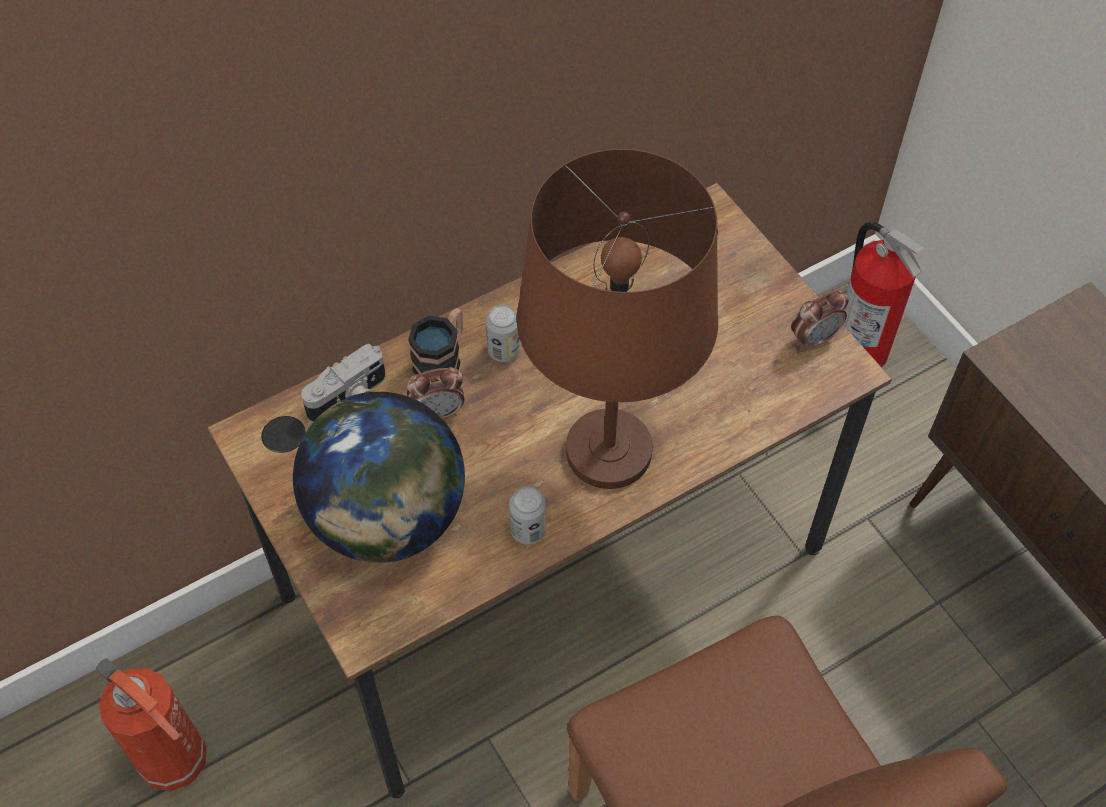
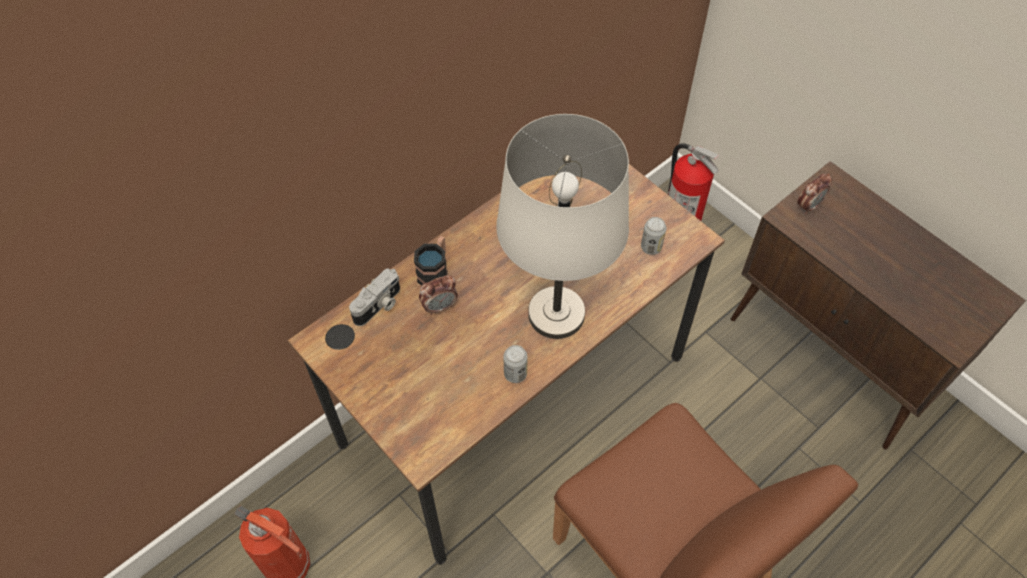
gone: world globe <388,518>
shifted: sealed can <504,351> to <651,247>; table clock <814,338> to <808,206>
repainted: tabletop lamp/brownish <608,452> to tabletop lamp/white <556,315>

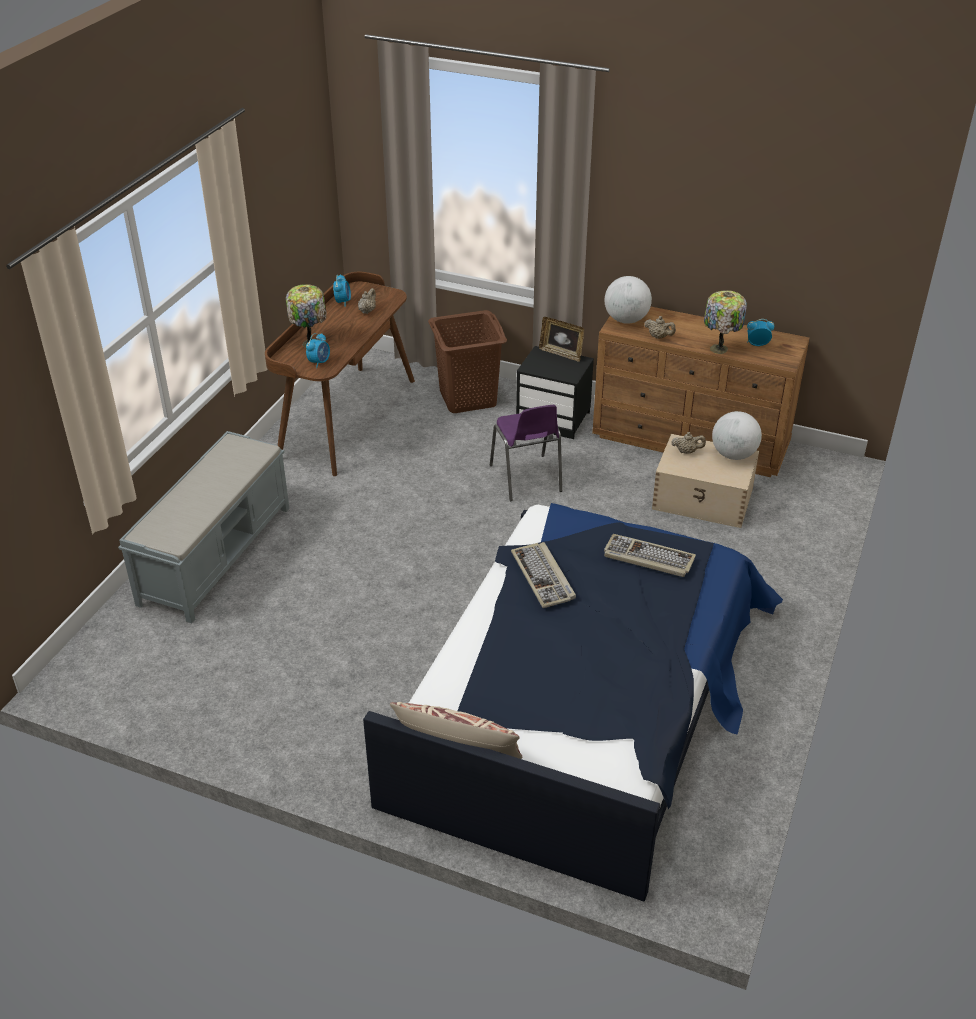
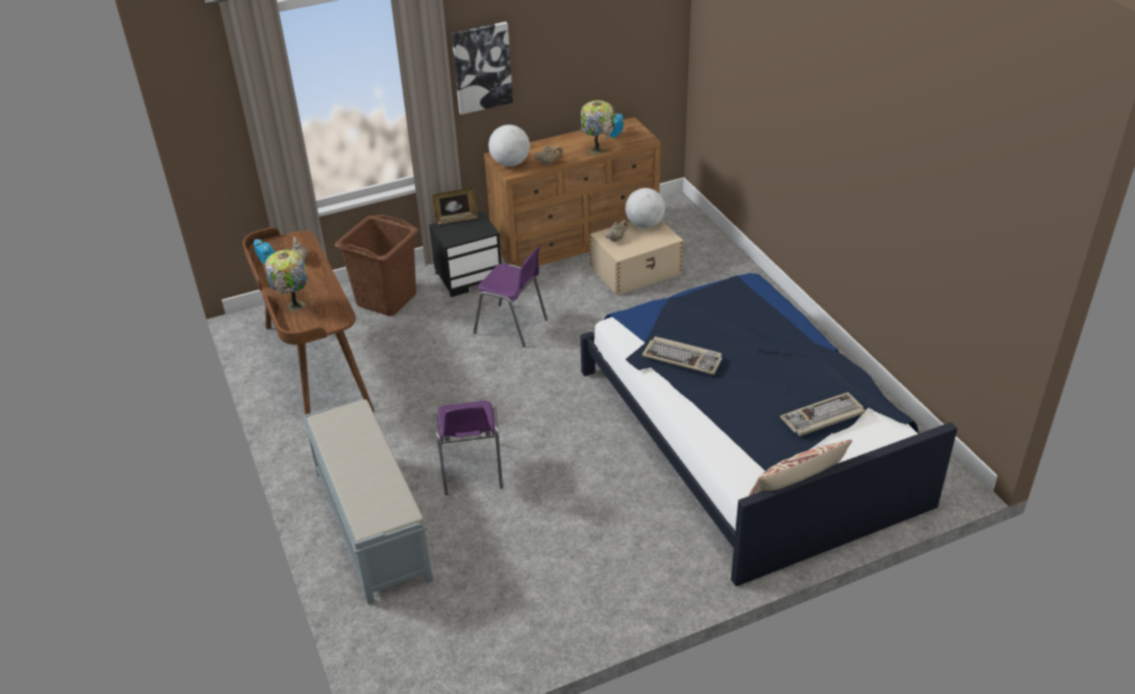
gone: table clock <319,362>
new: plain chair/purplish <471,470>; wall art <482,67>
shifted: keyboard <647,558> to <822,417>

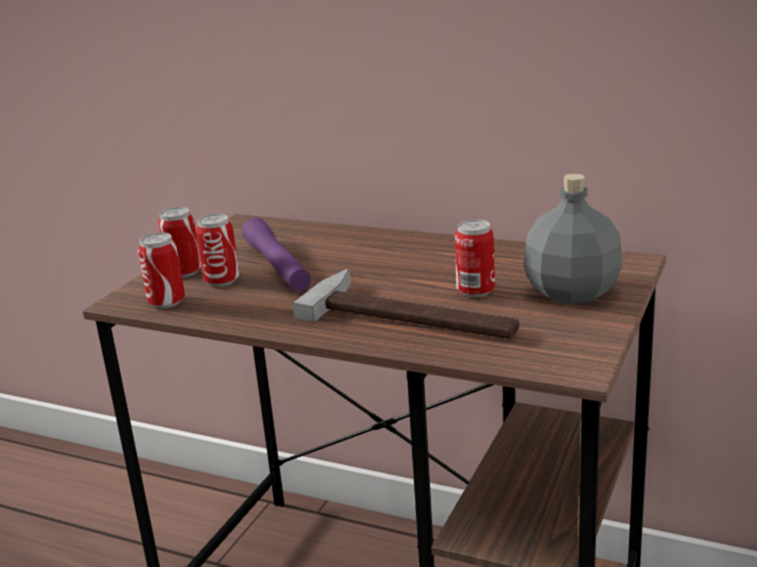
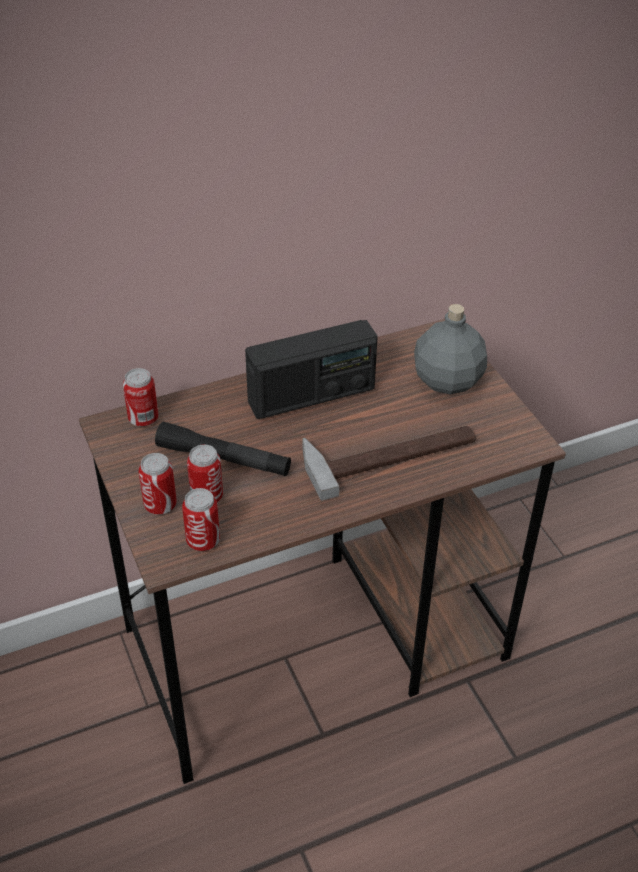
new: radio <311,396>
shifted: sealed can <475,291> to <143,419>
repainted: flashlight/purplish <277,266> to flashlight/blackish <223,459>

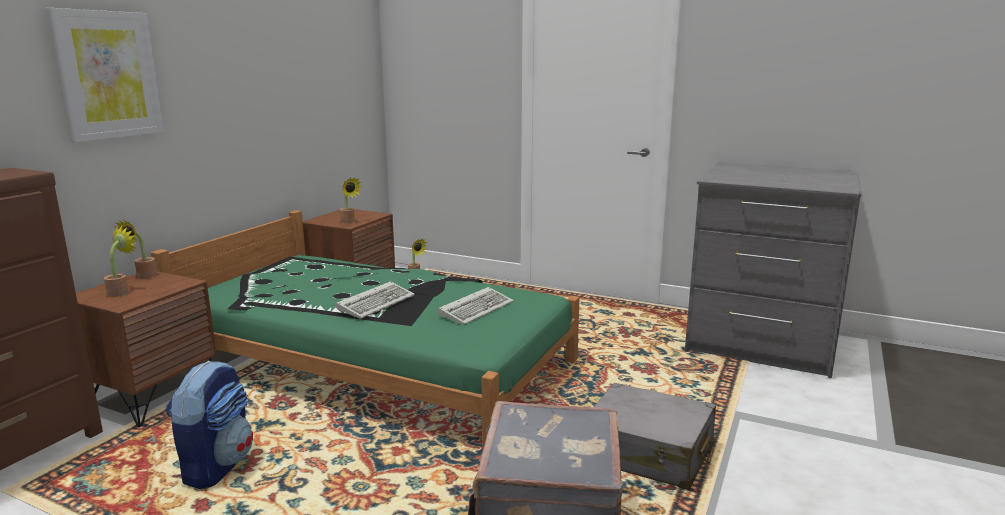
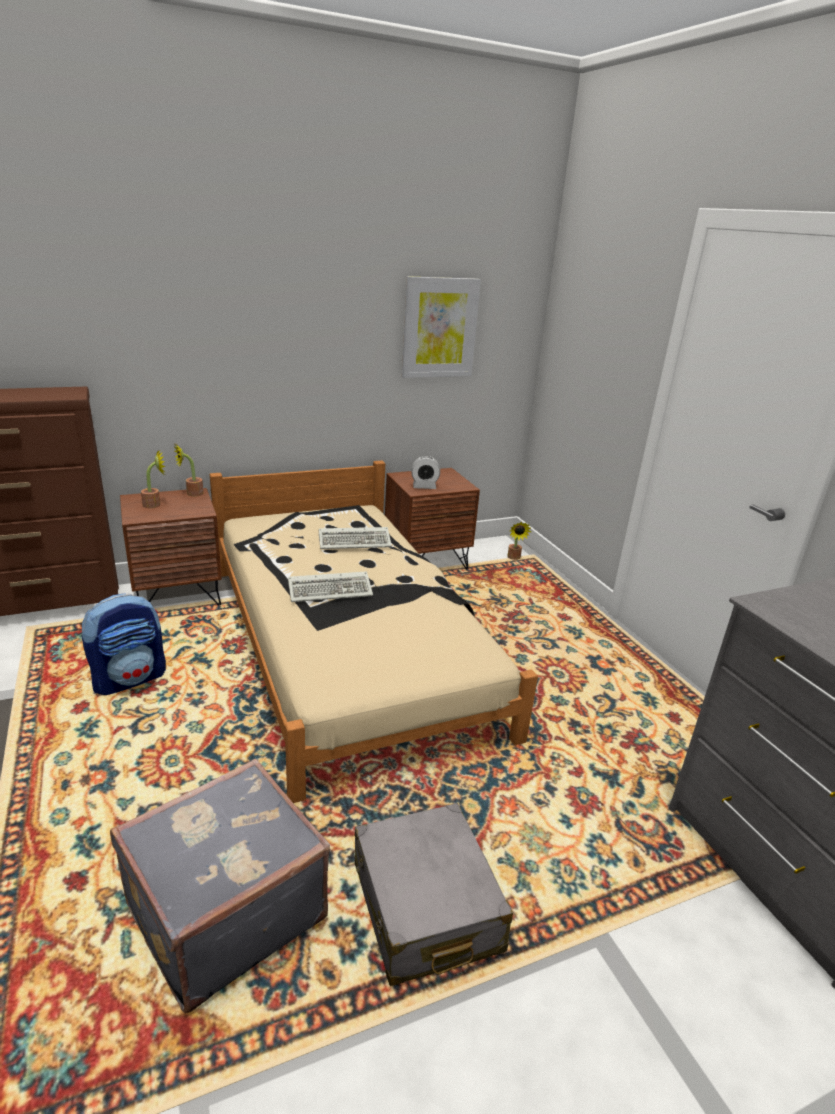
shifted: wall art <107,75> to <439,328>; keyboard <477,309> to <356,541>
swapped: potted plant <349,221> to table clock <424,487>
repainted: bed/greenish <376,364> to bed/beige <346,644>

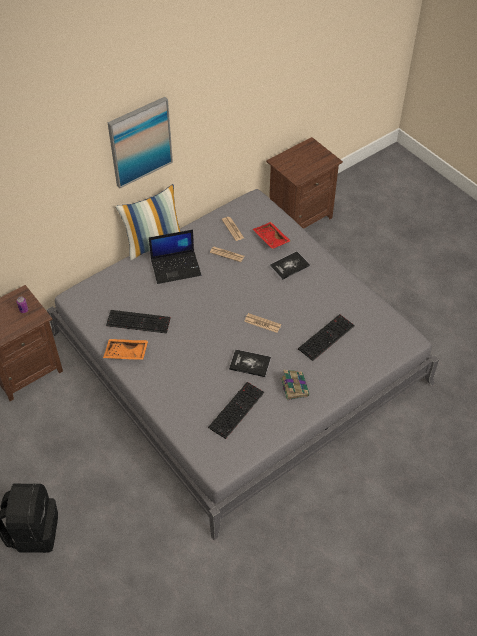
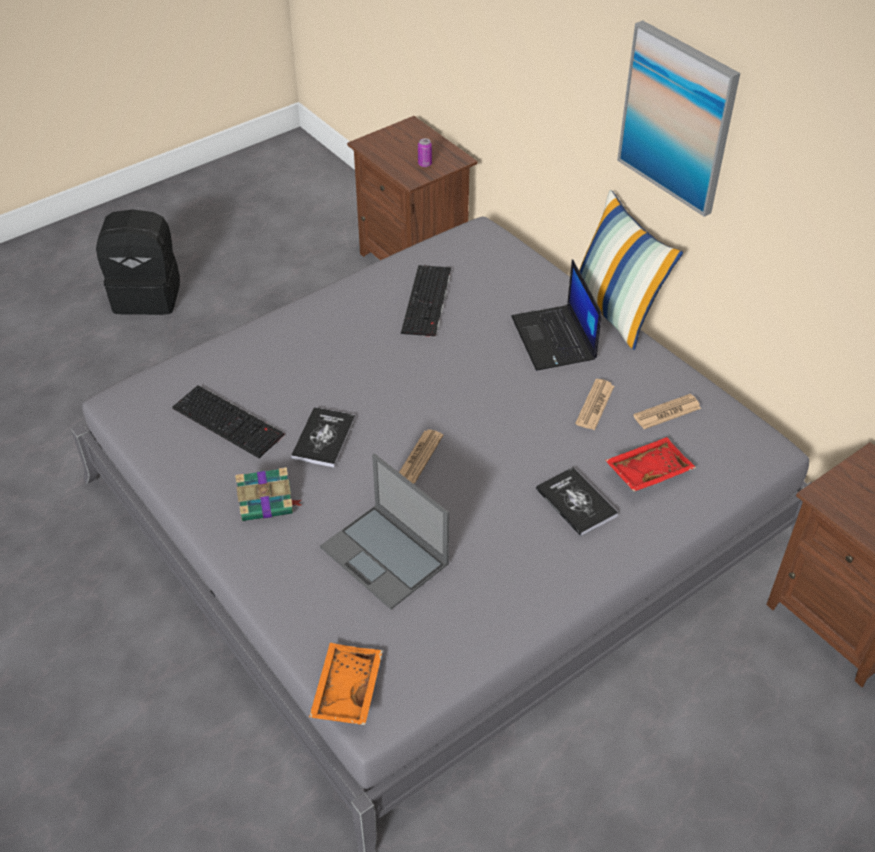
shifted: serving tray/orange-coloured <126,353> to <345,690>
swapped: keyboard <326,336> to notebook computer <385,556>

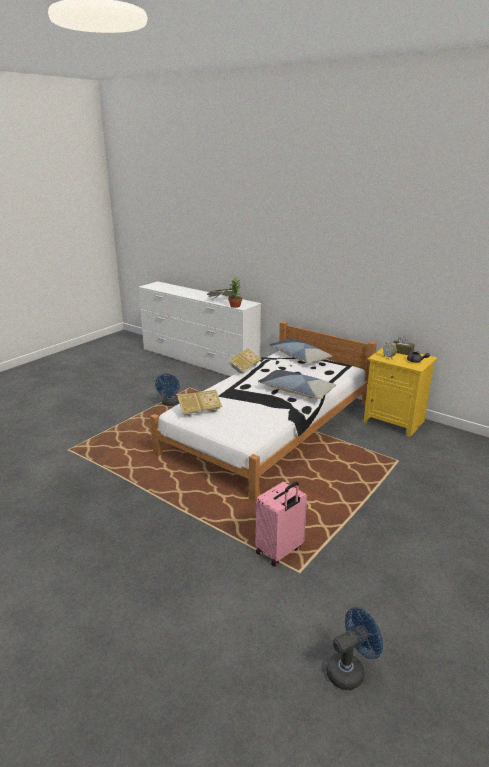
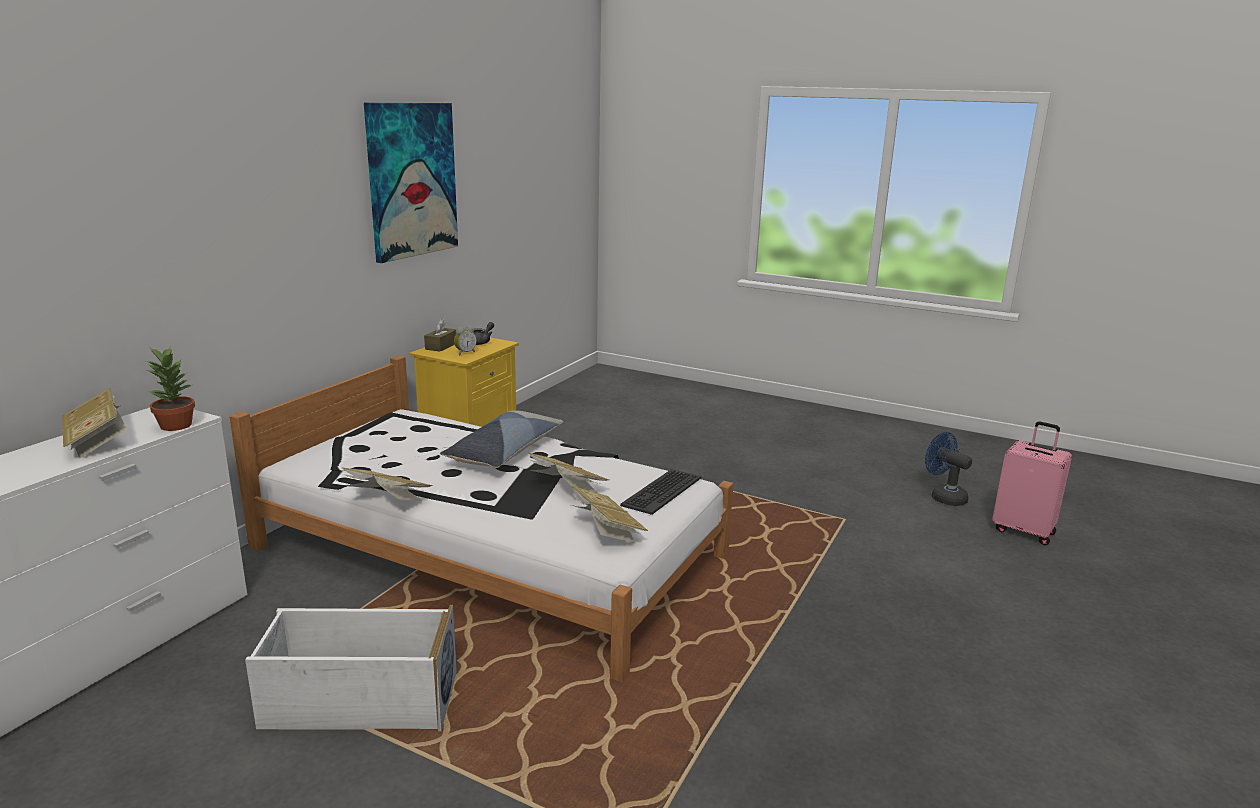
gone: pillow <299,357>
new: wall art <412,180>; bound book <566,488>; keyboard <661,492>
shifted: travel case/pinkish <280,551> to <1024,531>
swapped: electric fan/blue <170,404> to storage box/white <359,701>

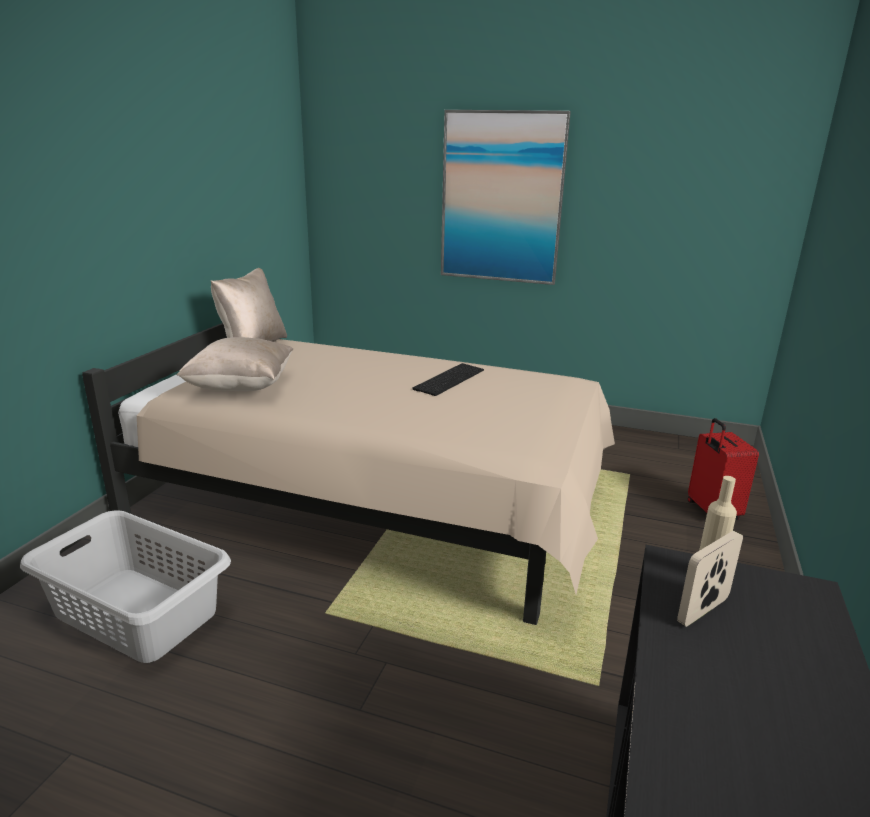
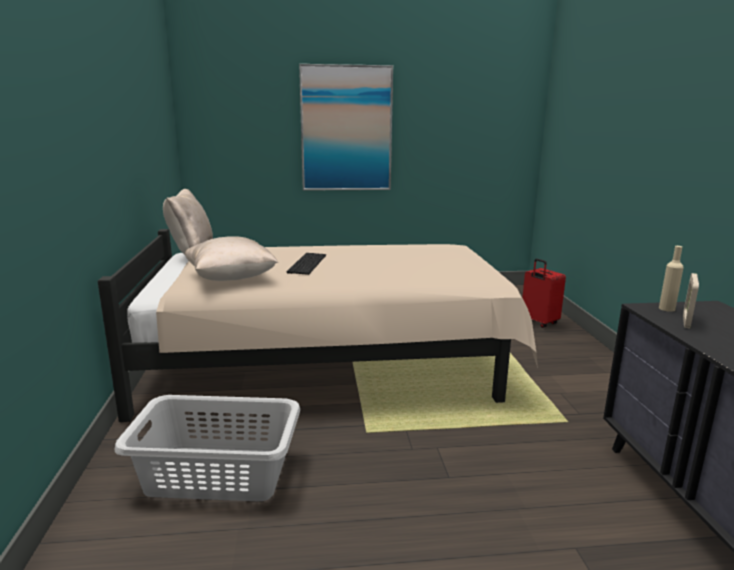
shifted: keyboard <448,379> to <306,263>

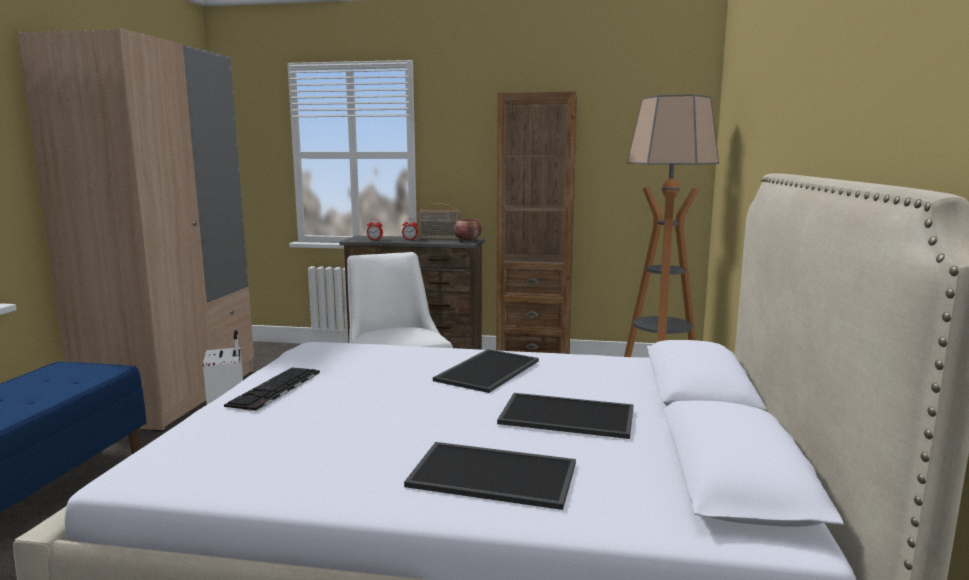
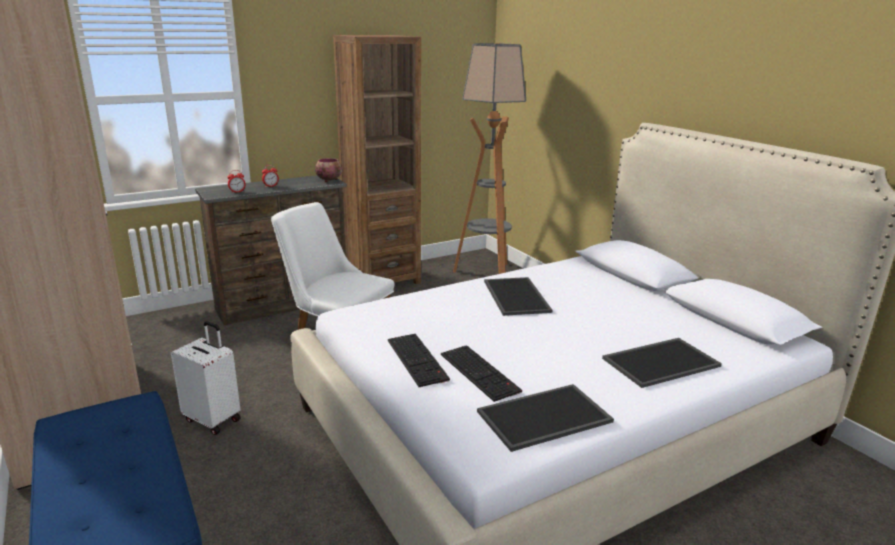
gone: radio <439,238>
new: keyboard <481,373>
shifted: serving tray <565,416> to <544,418>

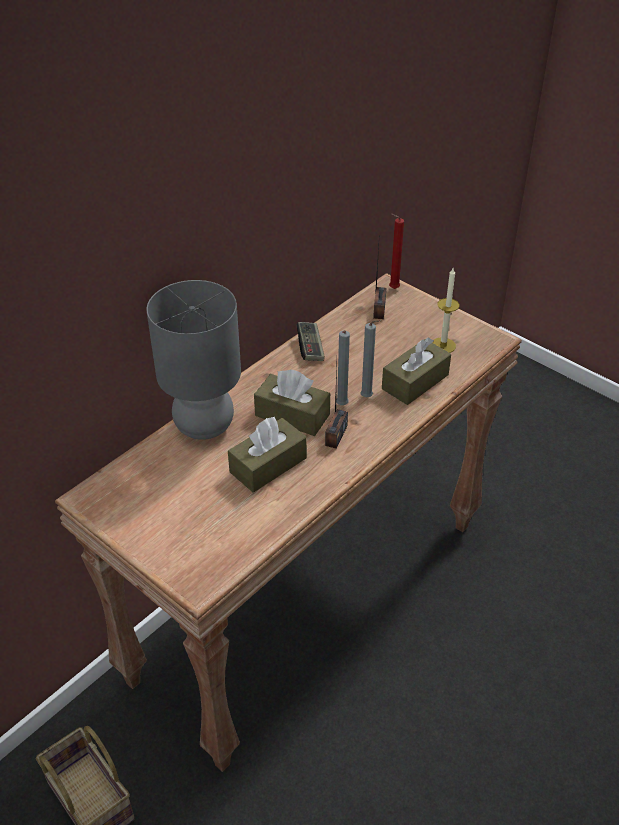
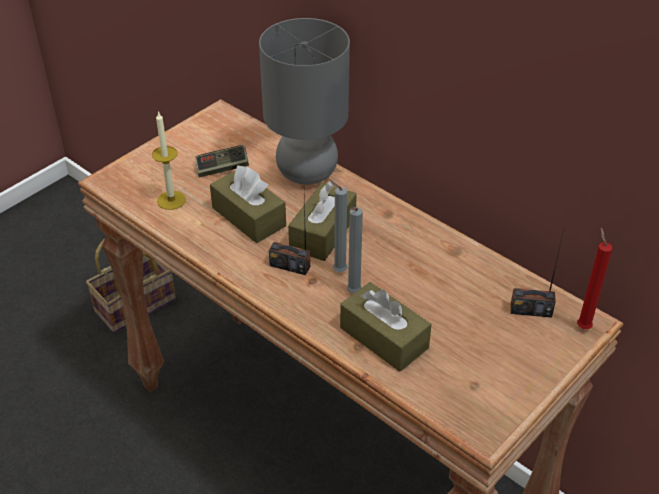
shifted: game controller <310,348> to <222,168>; wax candle <443,345> to <171,200>

